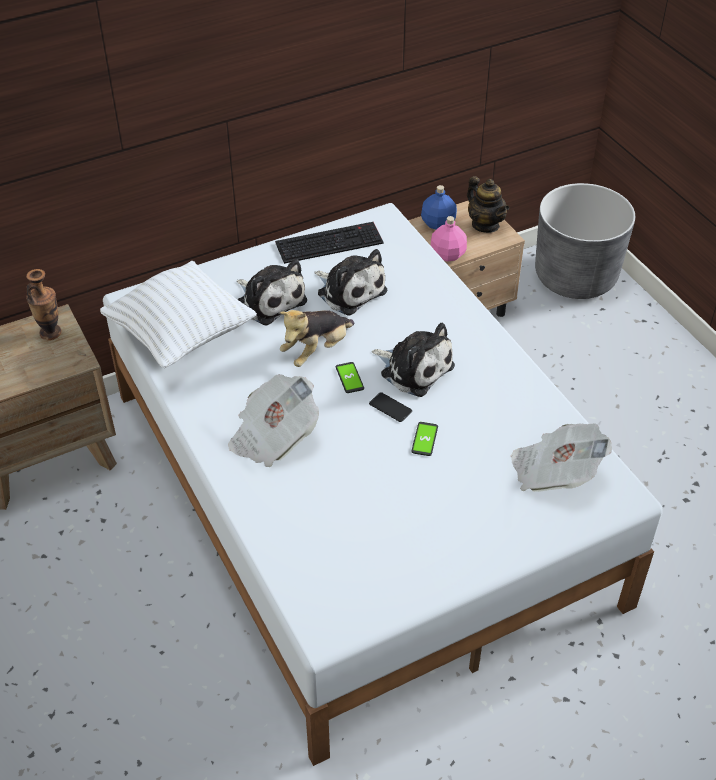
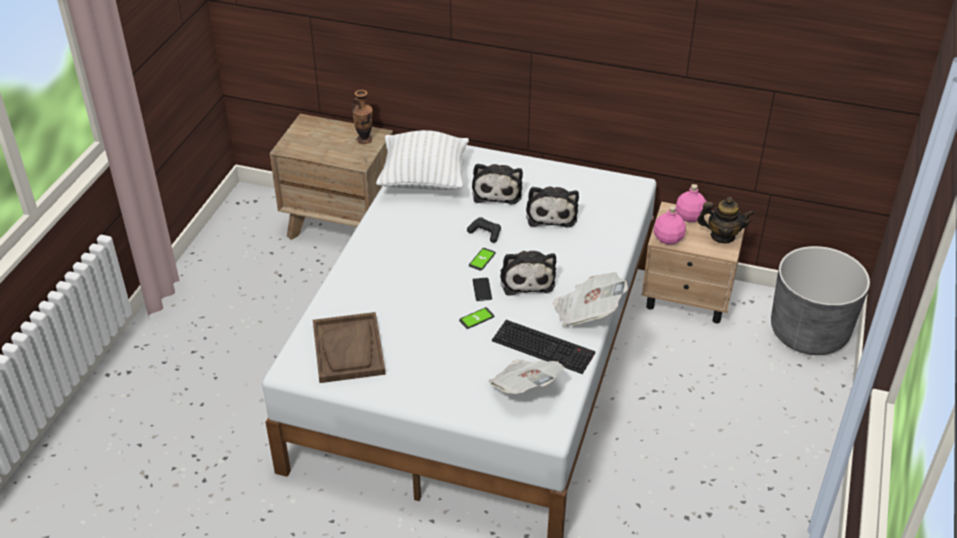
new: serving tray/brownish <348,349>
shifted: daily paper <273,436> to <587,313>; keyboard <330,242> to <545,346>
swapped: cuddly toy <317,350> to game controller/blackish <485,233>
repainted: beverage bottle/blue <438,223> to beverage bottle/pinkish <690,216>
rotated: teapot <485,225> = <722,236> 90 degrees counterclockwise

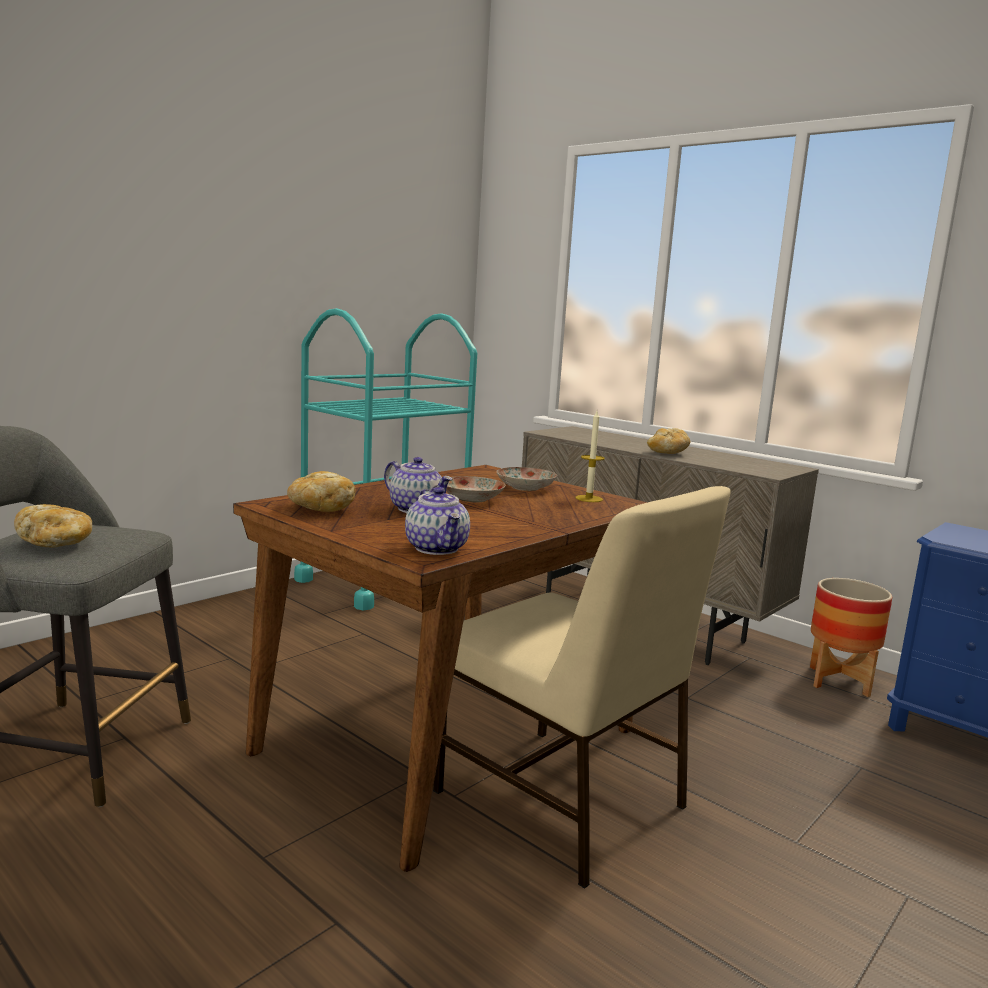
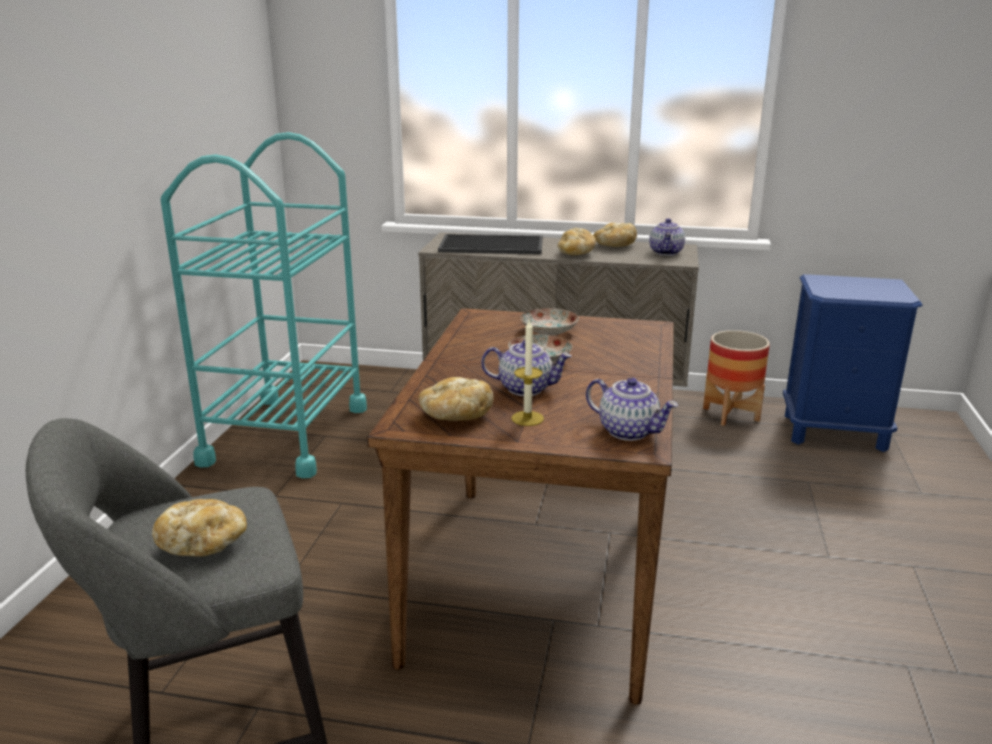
gone: plain chair/beige <562,802>
new: serving tray <493,245>; bakery bread <614,246>; teapot <667,252>
shifted: wax candle <589,499> to <527,418>

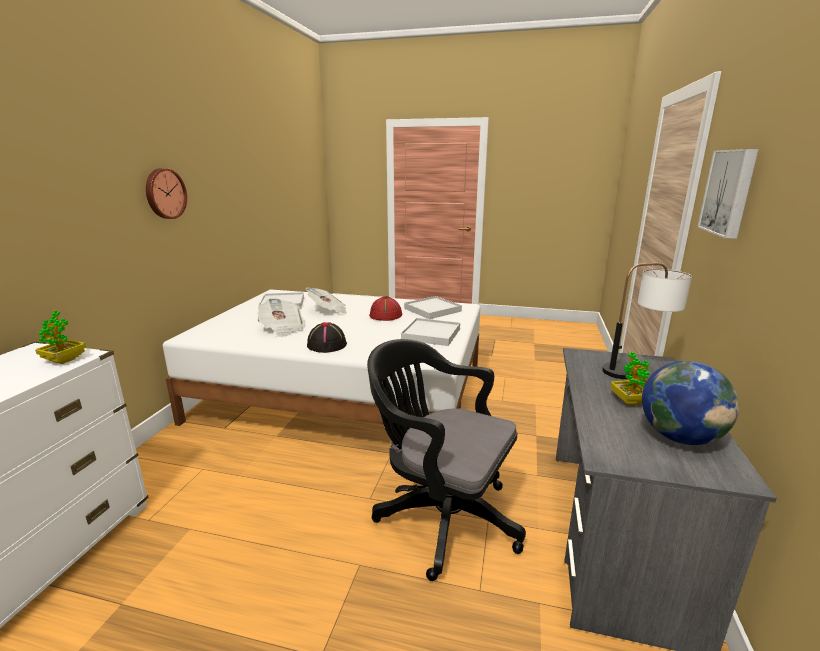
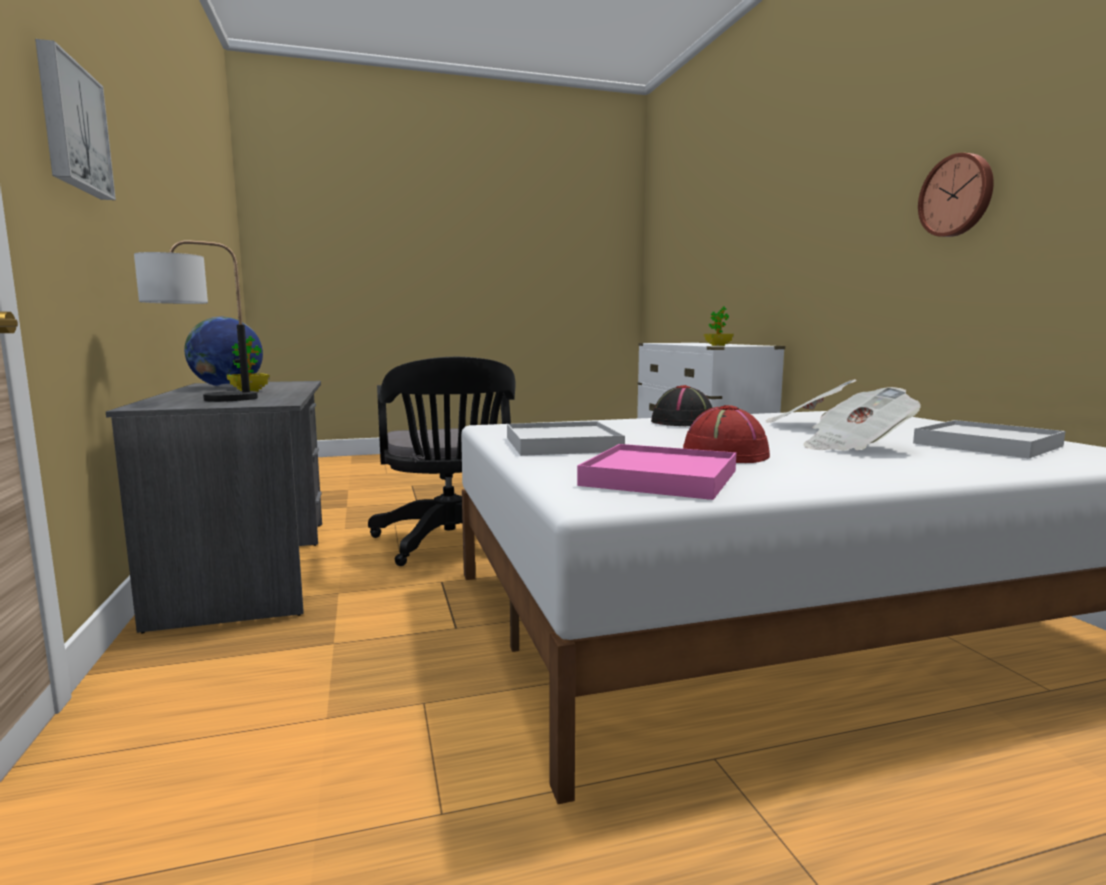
repainted: serving tray/white <432,310> to serving tray/pinkish <660,478>
rotated: office chair/blackish <440,516> = <451,543> 75 degrees clockwise

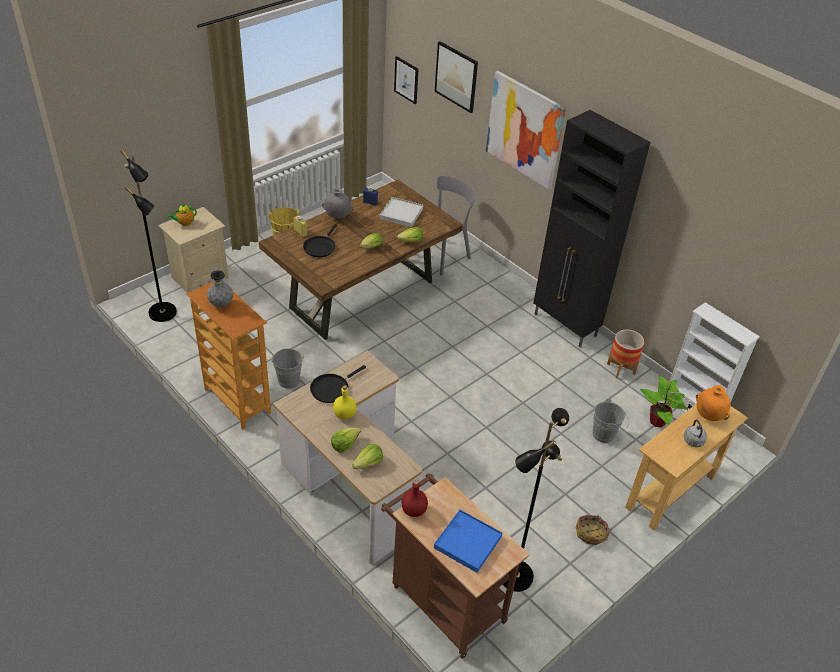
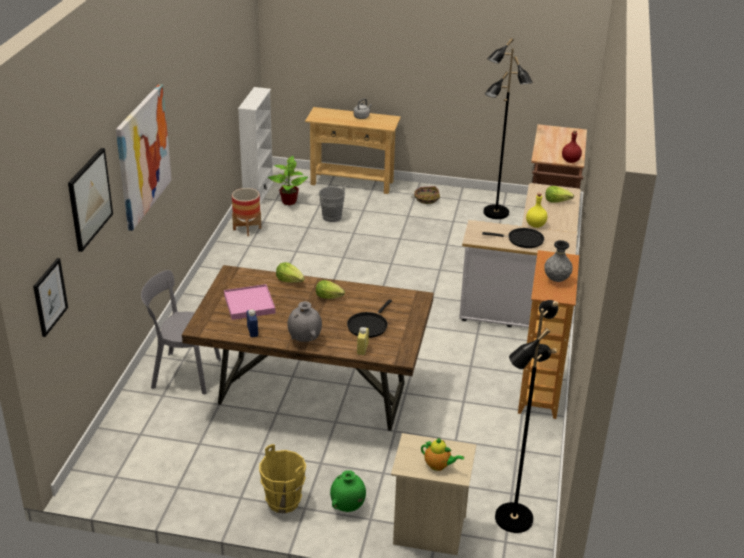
gone: pail/grey <288,379>; lettuce <345,444>; serving tray/blue <468,542>; storage cabinet/blackish <565,326>; vase/orange-coloured <708,416>
new: vase/greenish <347,507>
repainted: serving tray/white <401,214> to serving tray/pinkish <249,304>
rotated: skillet/blackish <320,247> = <368,325> 135 degrees clockwise

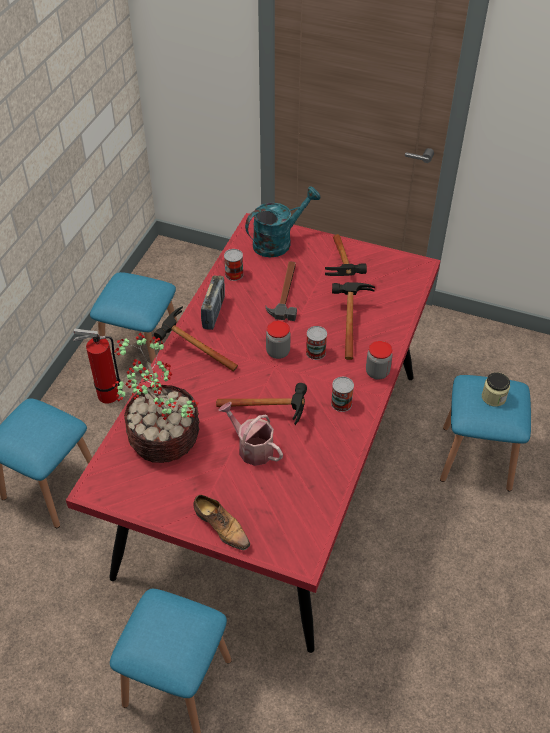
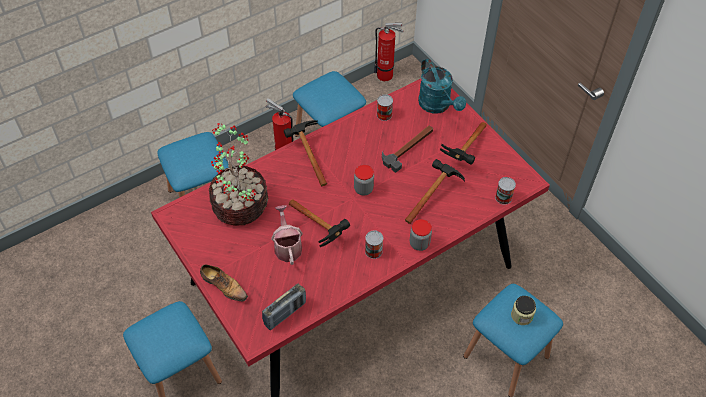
new: fire-fighting cylinder <387,75>
shifted: radio <214,313> to <285,313>; sealed can <315,352> to <503,197>
rotated: shoe <221,526> = <224,286> 45 degrees counterclockwise; sprinkling can/turquoise-coloured <278,241> = <437,106> 60 degrees clockwise

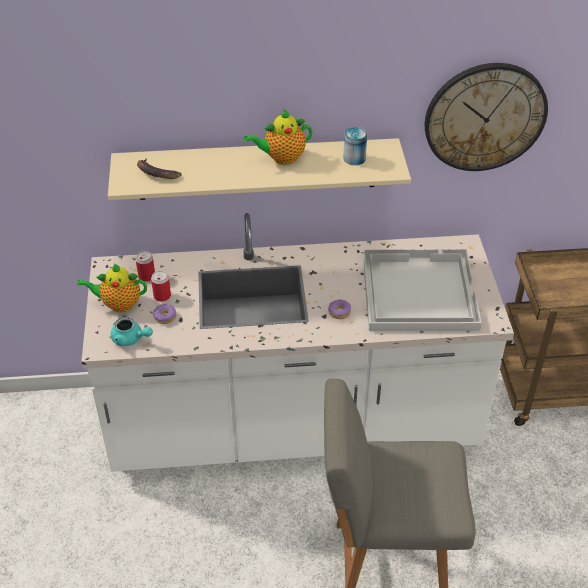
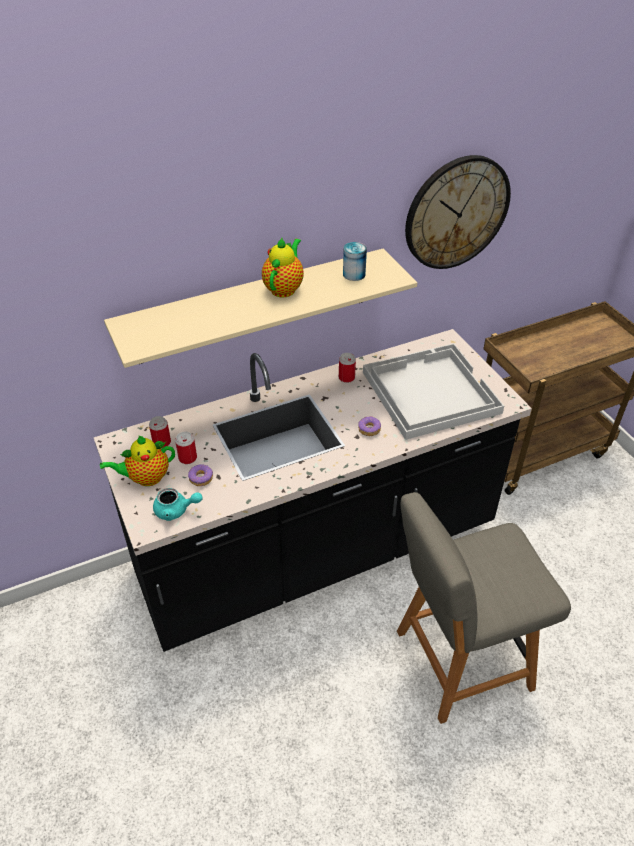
gone: whole banana <157,173>
new: sealed can <346,378>
repainted: counter/white <294,426> to counter/blackish <317,552>
rotated: teapot <282,158> = <284,288> 150 degrees clockwise

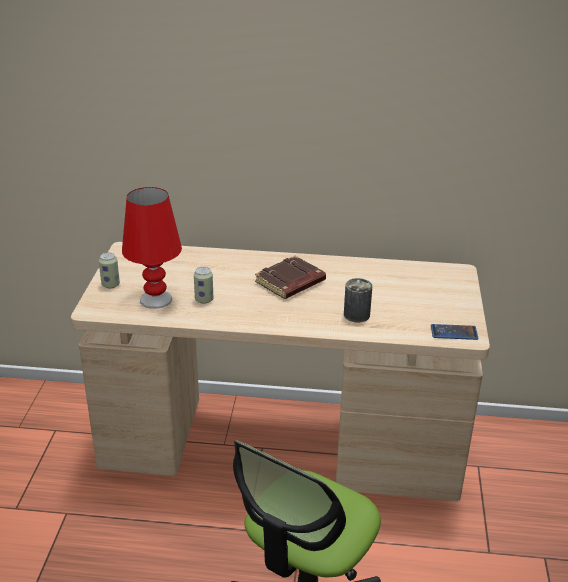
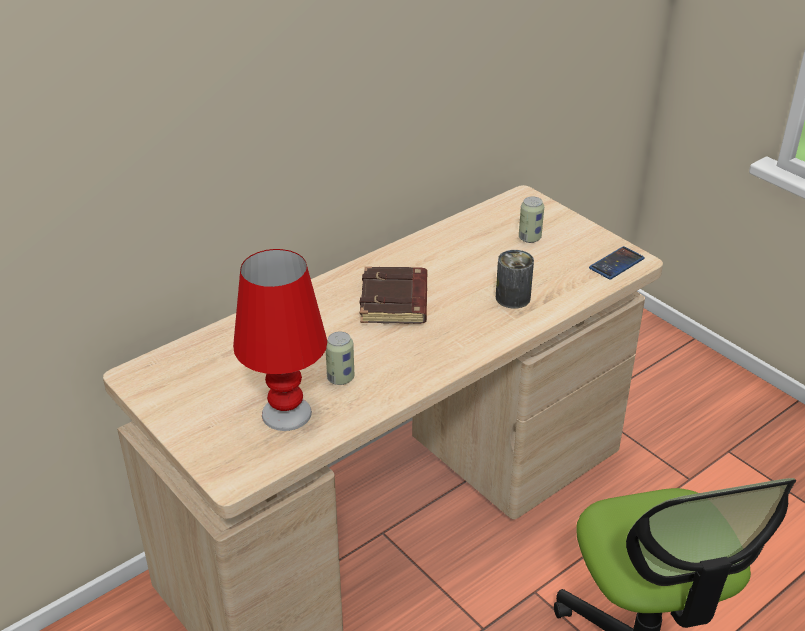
shifted: sealed can <110,285> to <529,238>

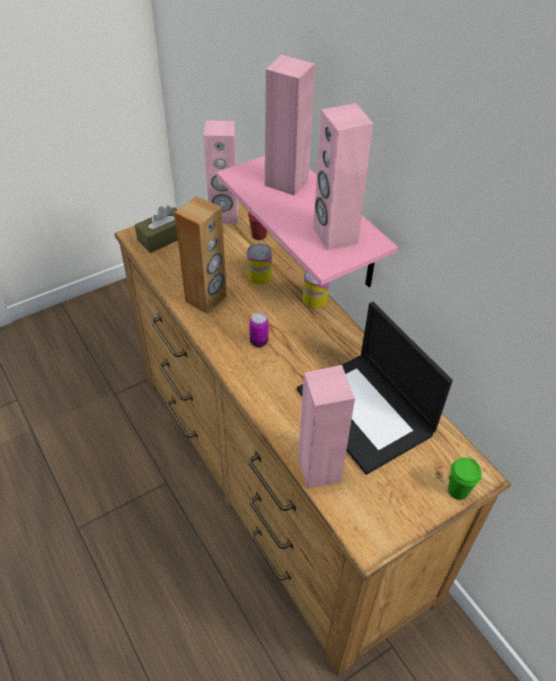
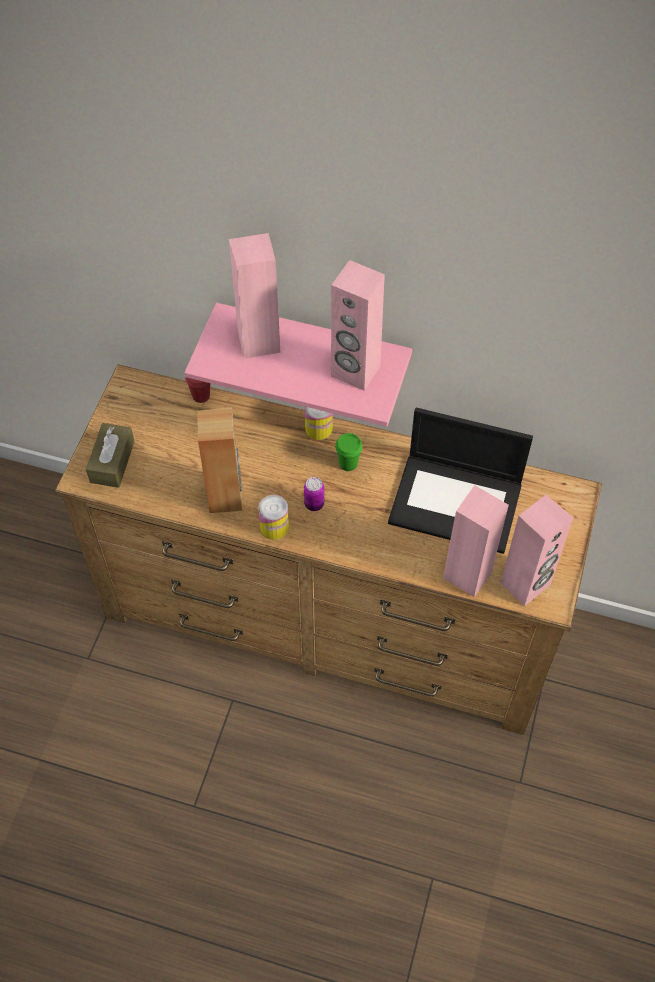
shifted: speaker/pinkish <224,216> to <526,584>; sealed can <259,276> to <274,527>; drinking cup/greenish <458,490> to <348,463>

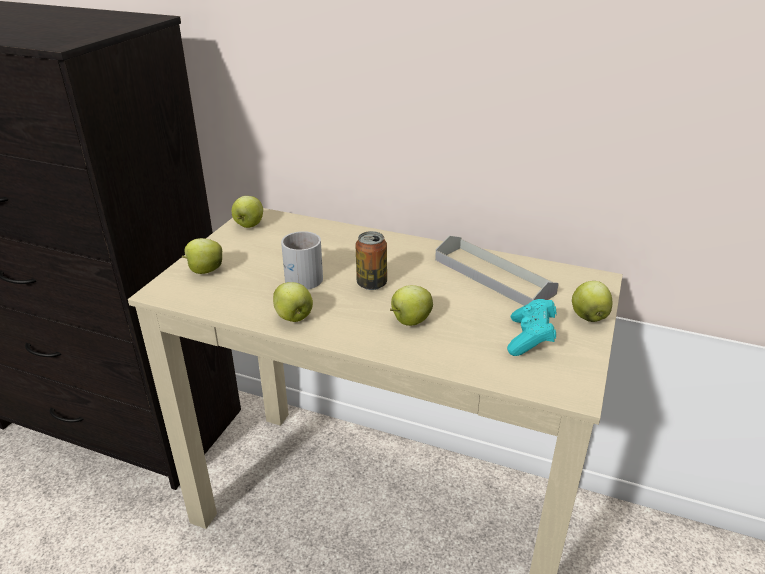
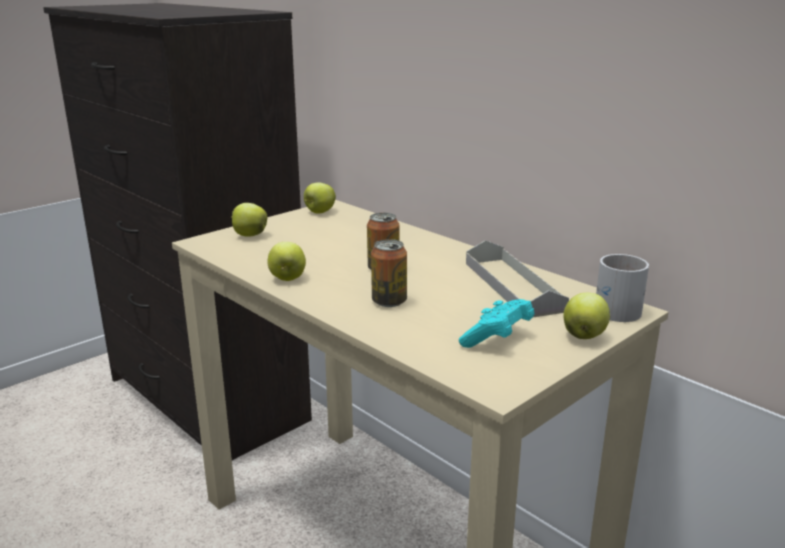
shifted: mug/white <302,275> to <616,307>
swapped: apple fruit <410,321> to sealed can <389,301>

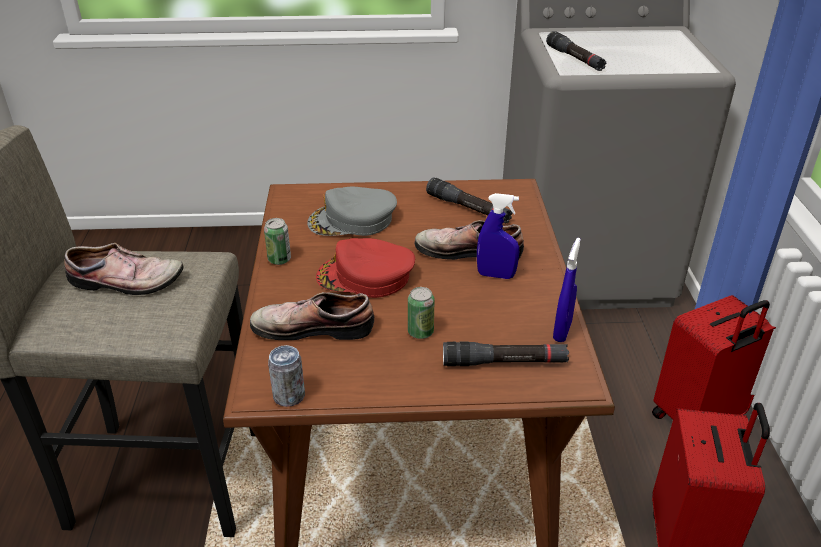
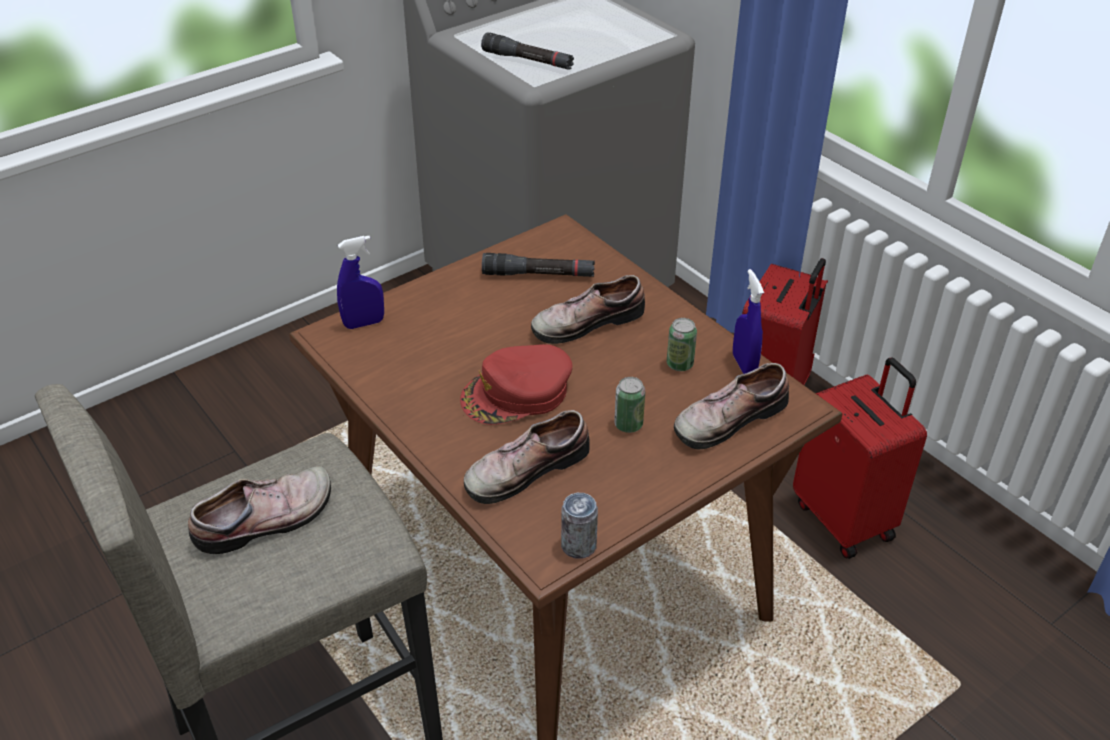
gone: peaked cap/grey <352,220>
shifted: sealed can <279,259> to <679,364>; hand sprayer/blue <496,275> to <364,323>
swapped: flashlight/blackish <504,362> to shoe <727,417>

